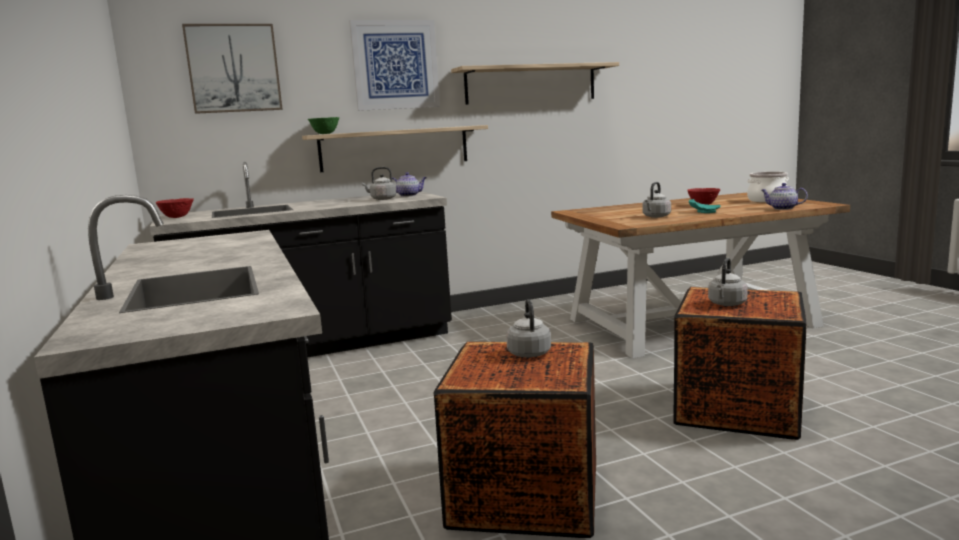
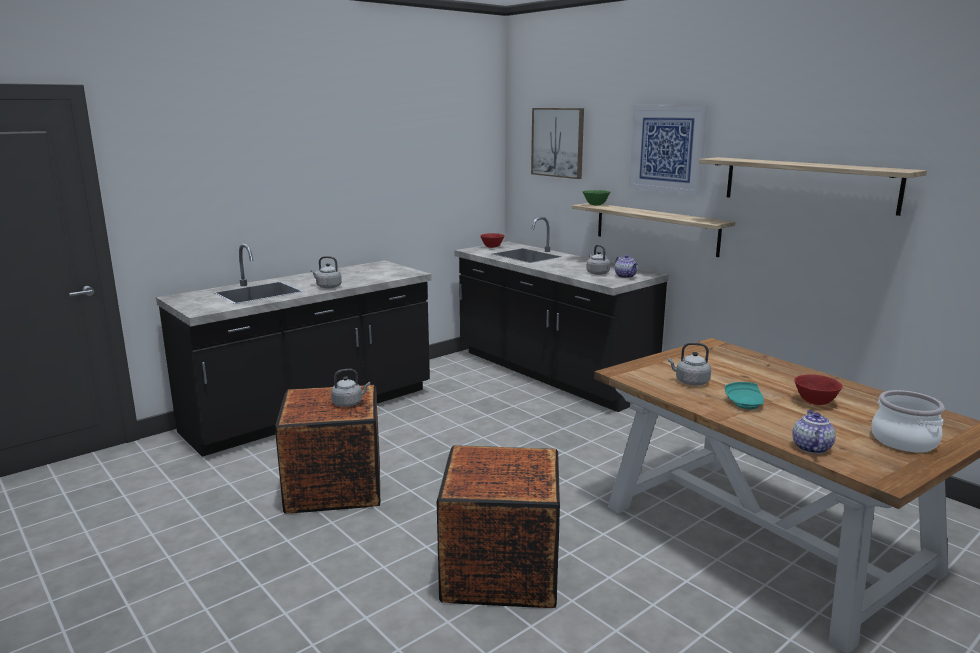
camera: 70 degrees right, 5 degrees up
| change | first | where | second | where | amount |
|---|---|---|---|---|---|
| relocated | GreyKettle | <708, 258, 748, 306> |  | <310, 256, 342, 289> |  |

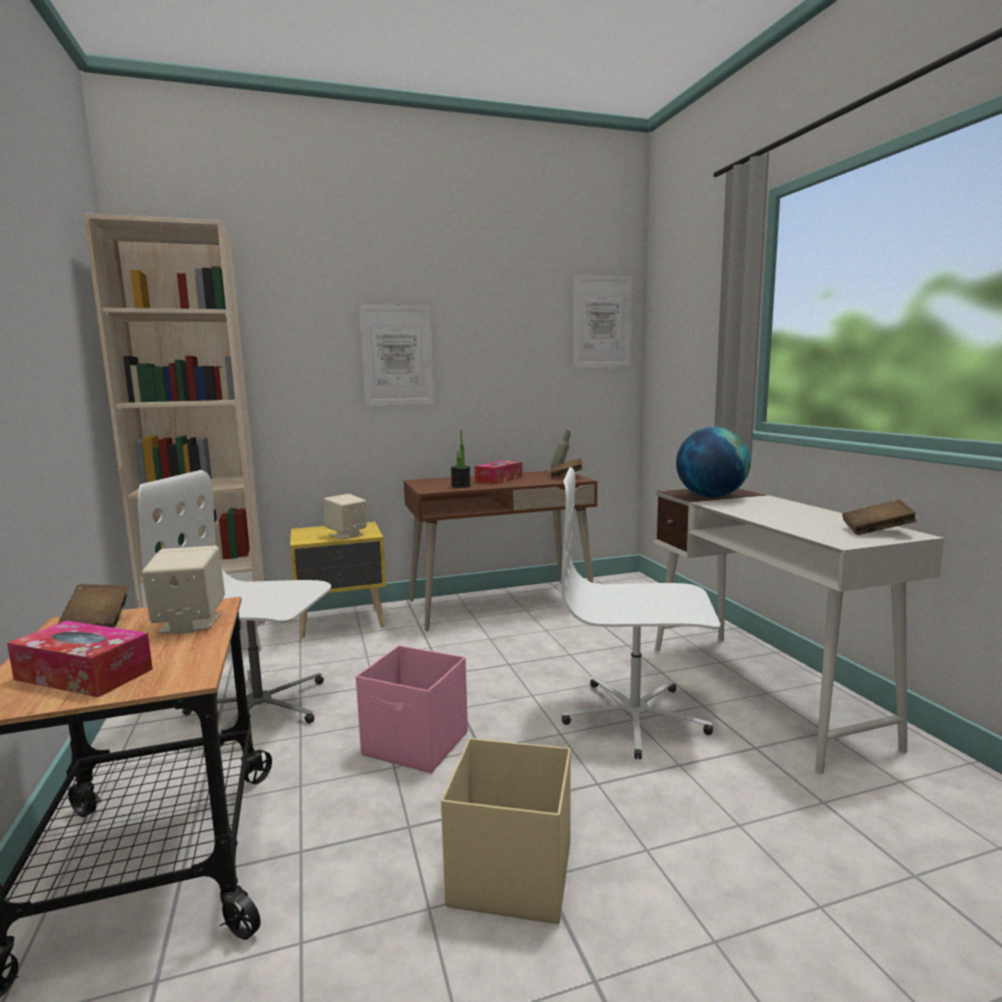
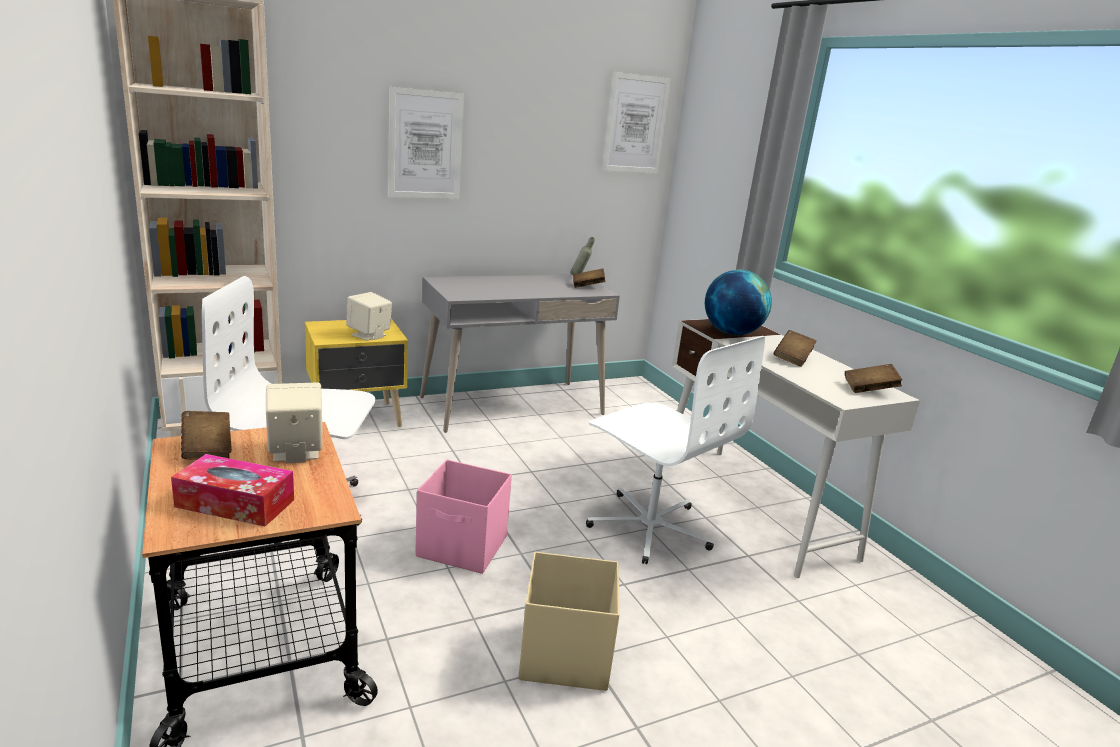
camera: 10 degrees left, 10 degrees up
| change | first | where | second | where | amount |
|---|---|---|---|---|---|
| missing | PottedPlant | <451, 430, 471, 488> |  |  |  |
| missing | TissueBox | <475, 460, 522, 484> |  |  |  |
| appeared |  |  | BrownBook | <774, 330, 817, 367> |  |
| colour | BrownDesk | <404, 471, 597, 631> | GreyDesk | <420, 274, 620, 433> |  |
| spun | WhiteOfficeChair | <561, 467, 720, 759> |  | <586, 336, 765, 564> | 135 degrees counterclockwise |

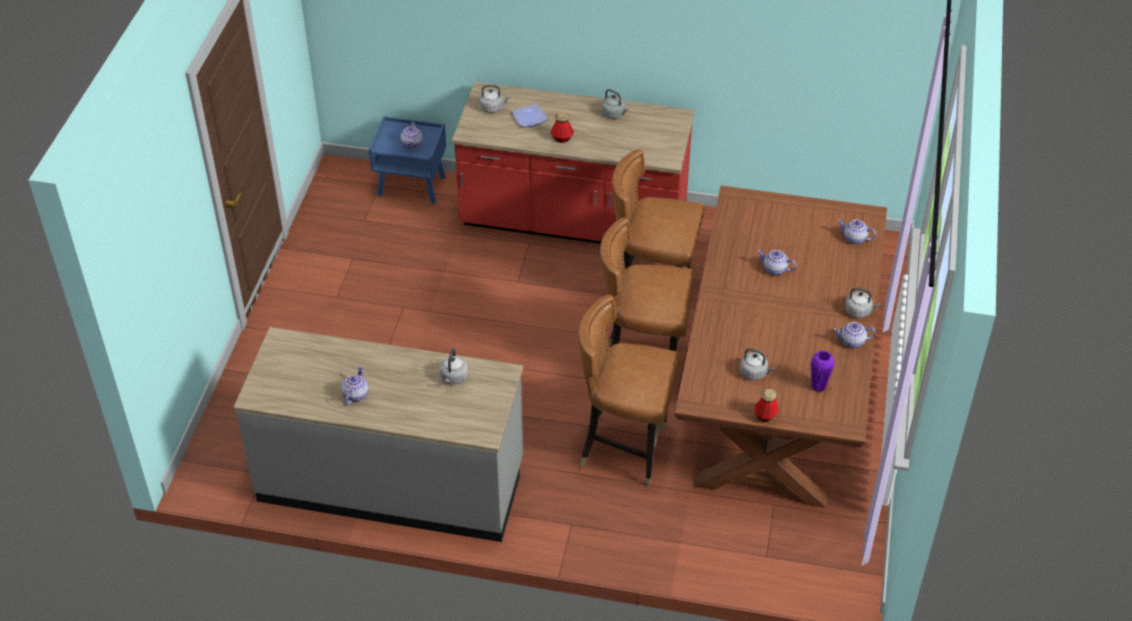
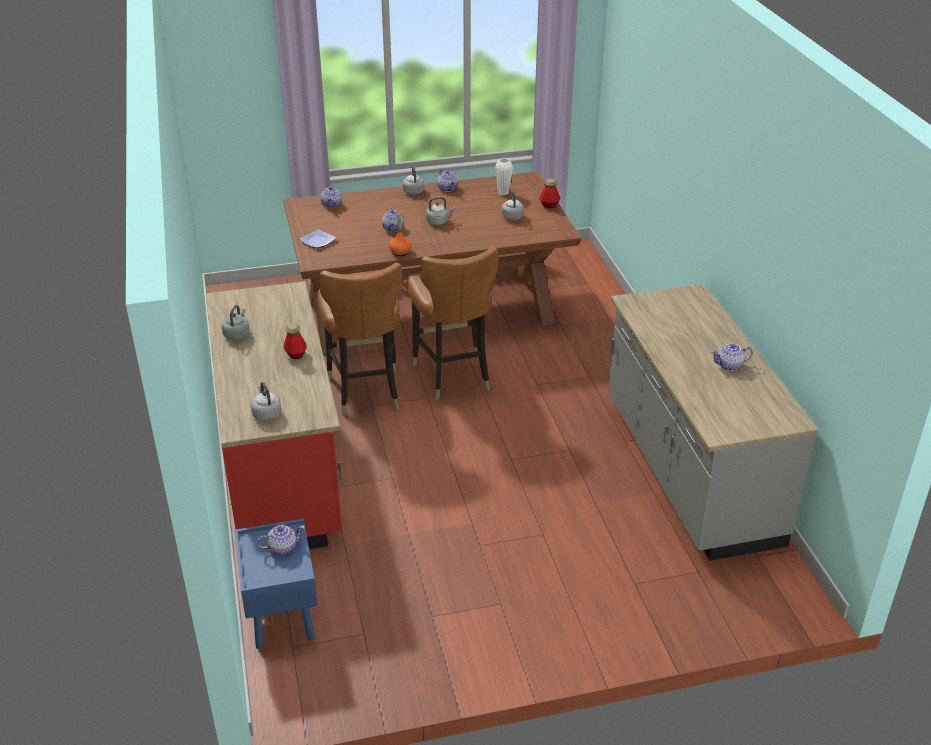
camera: 115 degrees left, 10 degrees down
| change | first | where | second | where | amount |
|---|---|---|---|---|---|
| missing | BrownChair | <578, 295, 681, 487> |  |  |  |
| appeared |  |  | OrangeBottle | <389, 212, 412, 256> |  |
| relocated | GreyKettle | <440, 348, 468, 384> |  | <426, 197, 455, 225> |  |
| relocated | Plate | <512, 104, 548, 127> |  | <299, 229, 336, 248> |  |
| colour | PurpleVase | <811, 350, 834, 392> | WhiteVase | <495, 158, 513, 196> |  |

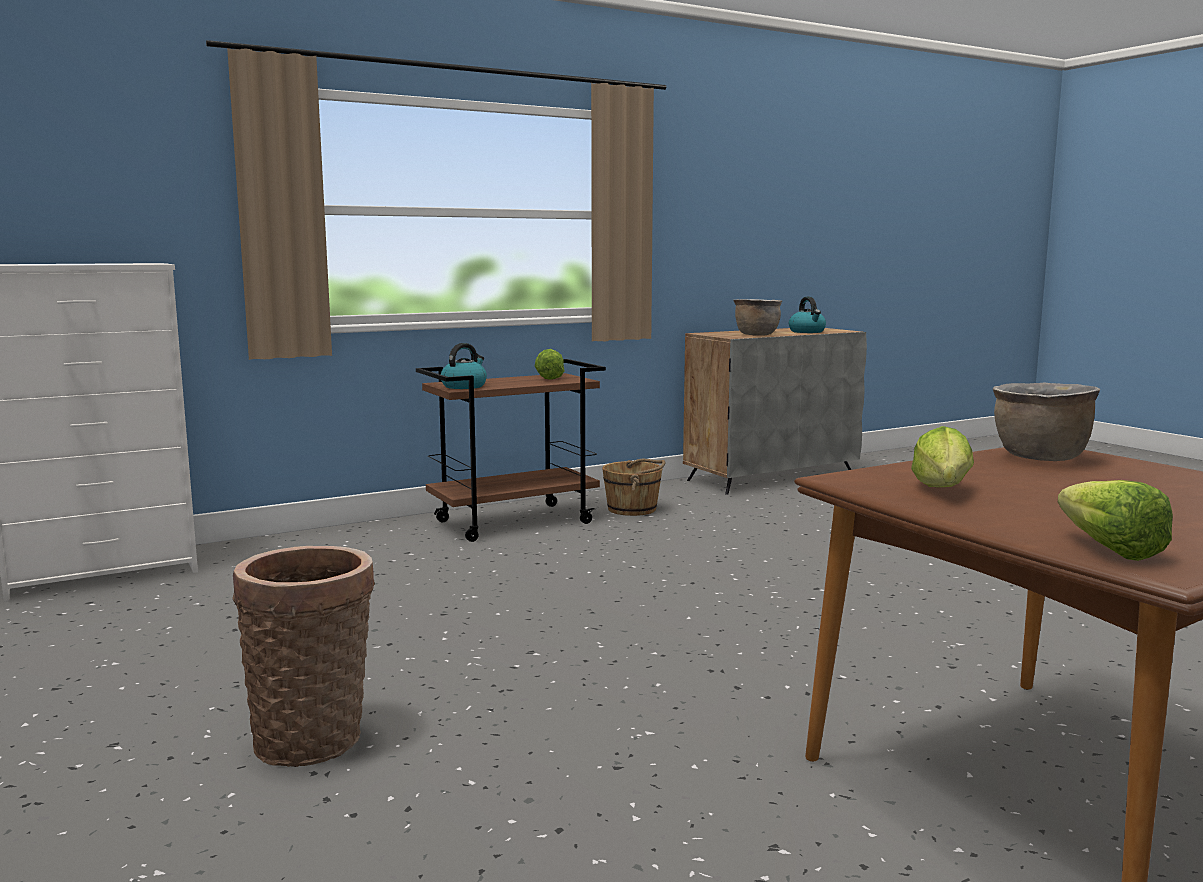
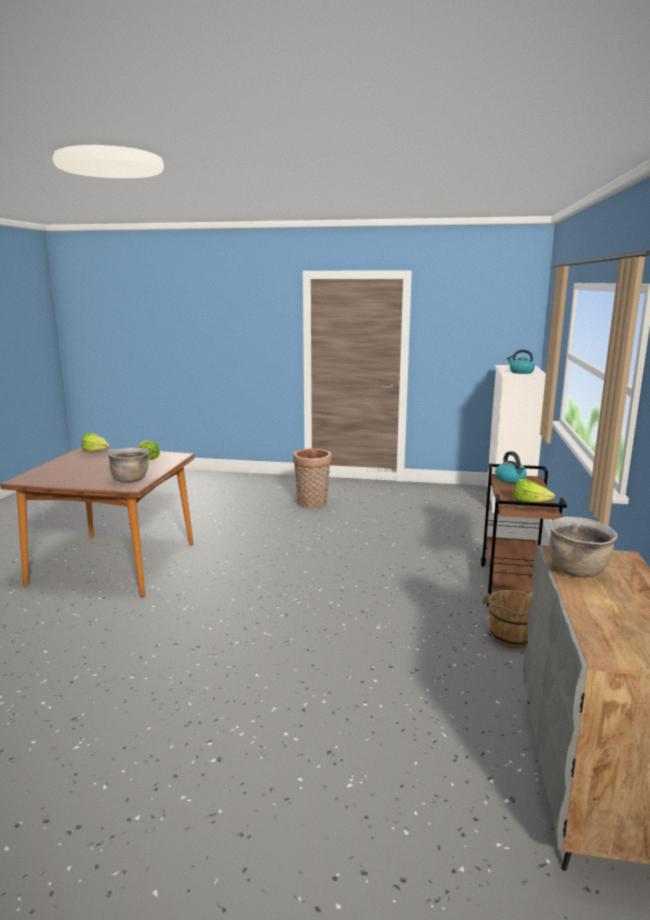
camera: 130 degrees right, 5 degrees up
| change | first | where | second | where | amount |
|---|---|---|---|---|---|
| relocated | Kettle | <789, 297, 826, 333> |  | <507, 350, 535, 374> |  |

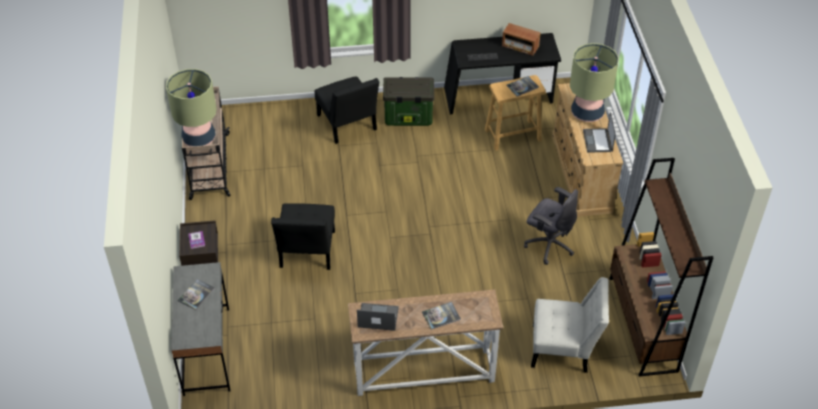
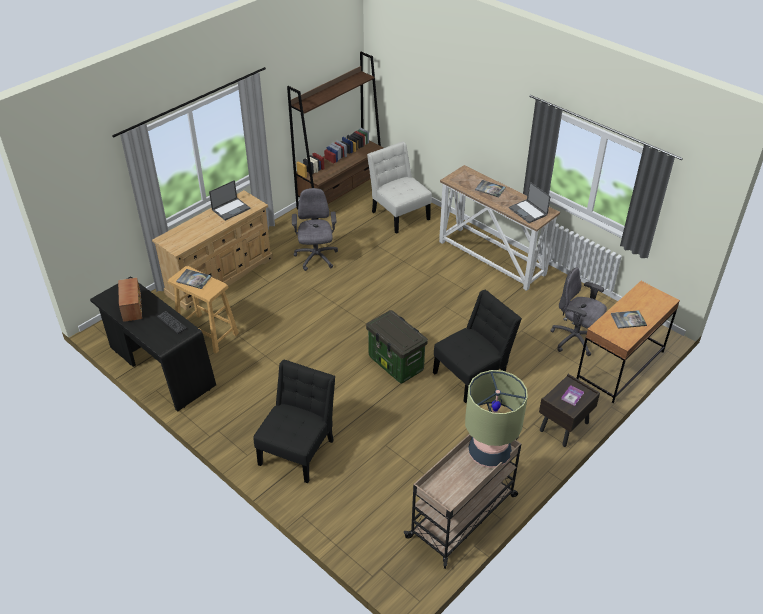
camera: 130 degrees left, 5 degrees down
| change | first | where | second | where | amount |
|---|---|---|---|---|---|
| missing | TableLamp | <570, 43, 619, 122> |  |  |  |
| appeared |  |  | GreyOfficeChair | <550, 268, 607, 356> |  |
| relocated | StorageBox | <383, 77, 434, 126> |  | <366, 310, 428, 383> |  |
| colour | GreyDesk | <171, 262, 230, 396> | BrownDesk | <577, 281, 680, 403> |  |

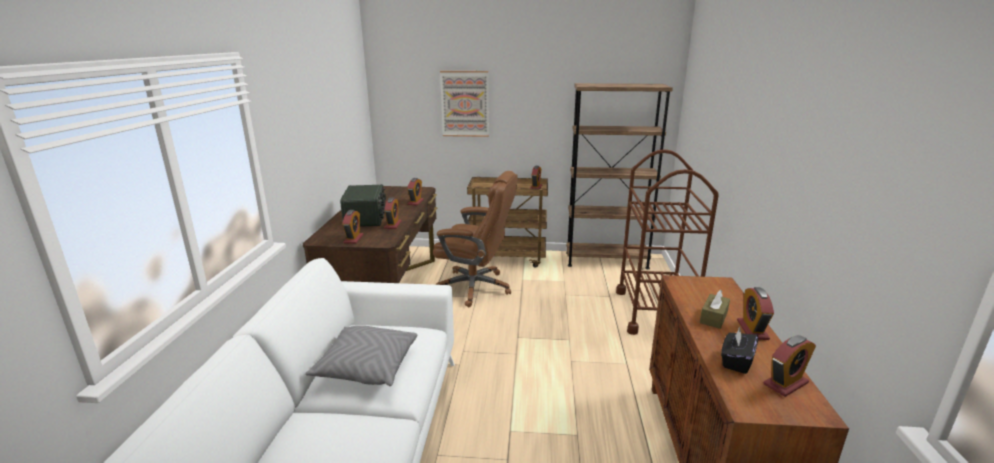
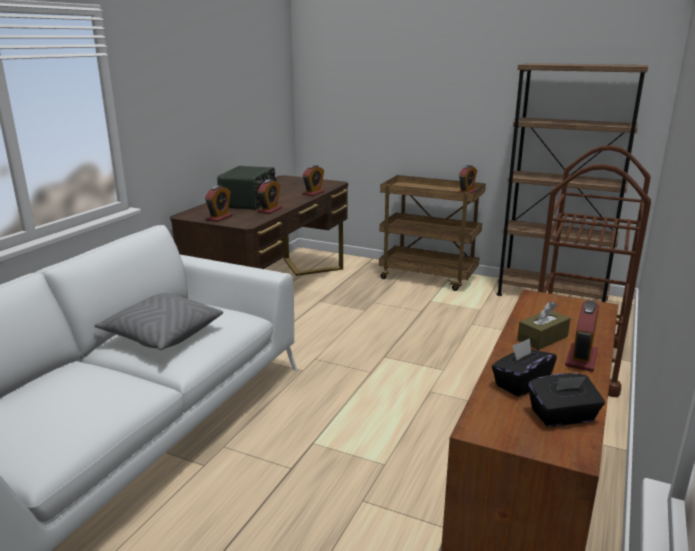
camera: 20 degrees right, 0 degrees up
| change | first | where | second | where | amount |
|---|---|---|---|---|---|
| missing | BrownOfficeChair | <433, 171, 518, 307> |  |  |  |
| missing | Picture | <440, 71, 489, 137> |  |  |  |
| exchanged | AlarmClock | <764, 335, 816, 397> | BlackTissueBox | <528, 373, 605, 427> |  |

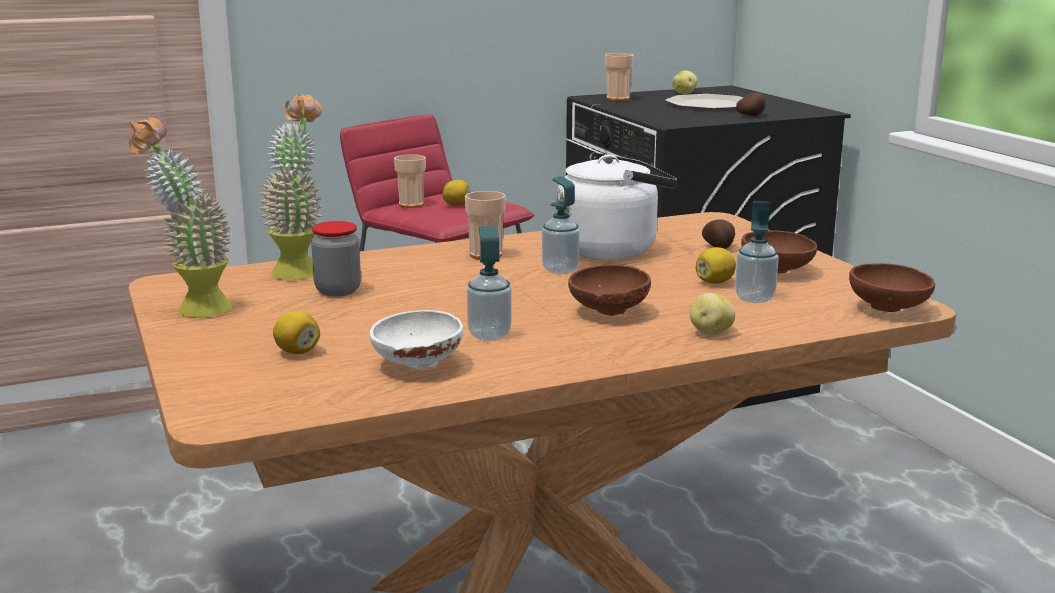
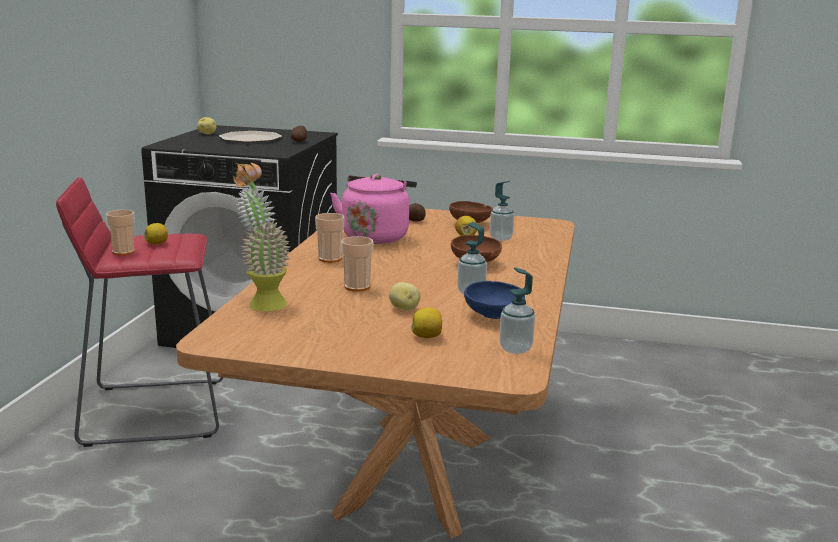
camera: 55 degrees left, 0 degrees up
| change | first | where | second | where | amount |
|---|---|---|---|---|---|
| missing | PottedPlant | <129, 117, 232, 318> |  |  |  |
| missing | Jar | <311, 221, 361, 296> |  |  |  |
| missing | BrownBowl | <849, 263, 935, 312> |  |  |  |
| relocated | SoapDispenser | <542, 176, 580, 274> |  | <499, 267, 535, 354> |  |
| relocated | Cup | <605, 53, 634, 101> |  | <341, 236, 373, 292> |  |
| relocated | Potato | <690, 293, 735, 335> |  | <389, 282, 420, 311> |  |
| colour | WhiteBowl | <369, 310, 463, 370> | BlueBowl | <464, 281, 525, 319> |  |
| colour | WhiteKettle | <557, 152, 677, 260> | PinkKettle | <330, 174, 417, 244> |  |

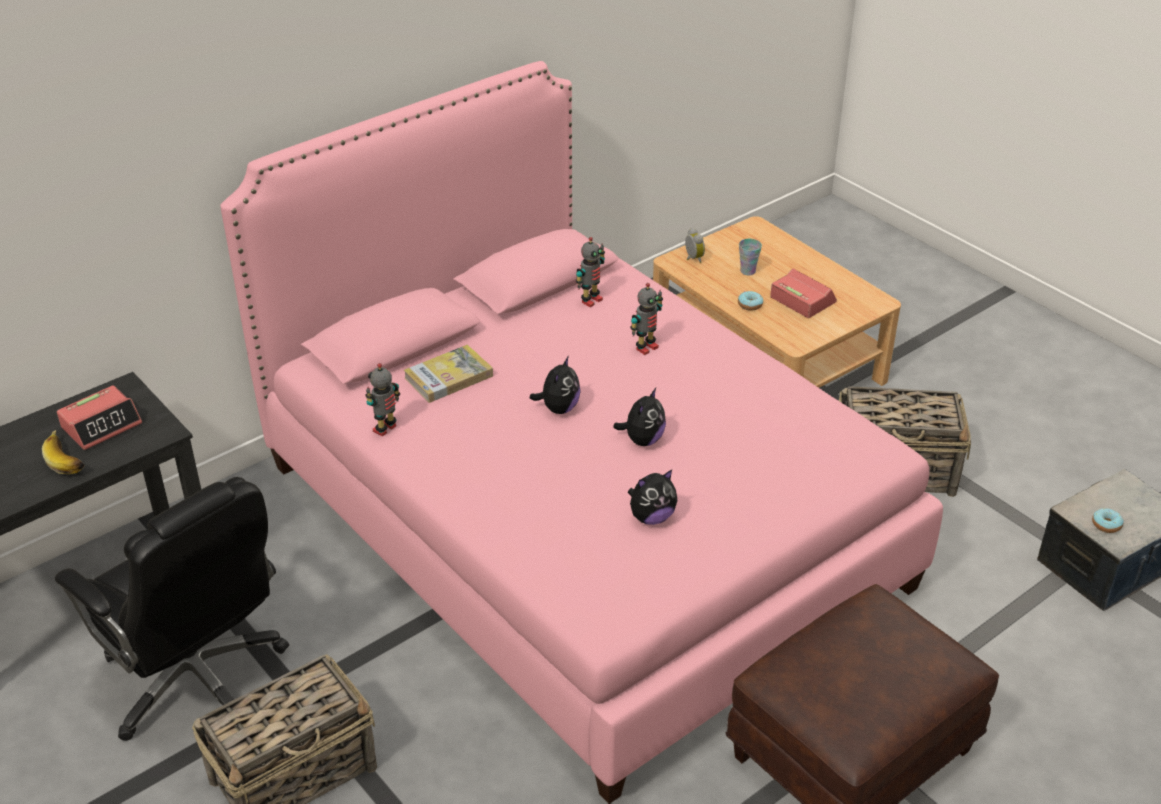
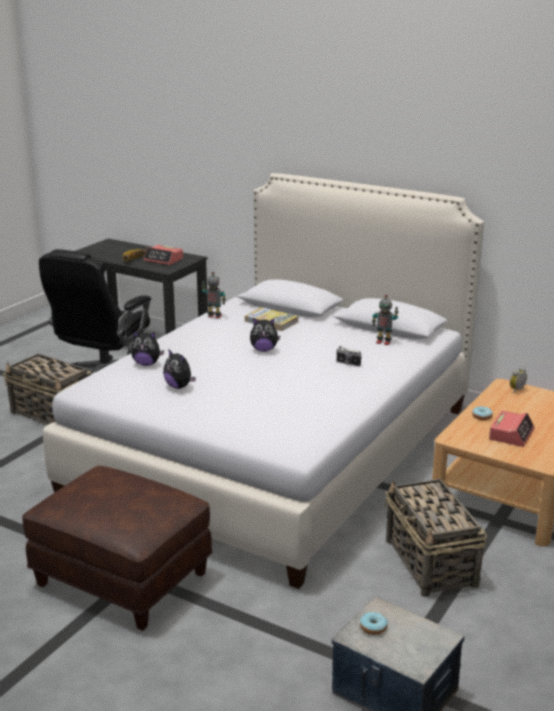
camera: 70 degrees right, 15 degrees down
| change | first | where | second | where | amount |
|---|---|---|---|---|---|
| missing | Cup | <739, 239, 762, 275> |  |  |  |
| relocated | PlushToy | <613, 388, 666, 446> |  | <131, 331, 164, 366> |  |
| exchanged | ToyRobot | <630, 283, 663, 355> | PhotoCamera | <336, 346, 362, 367> |  |
| colour | PinkBed | <220, 61, 943, 804> | WhiteBed | <43, 173, 484, 589> |  |

